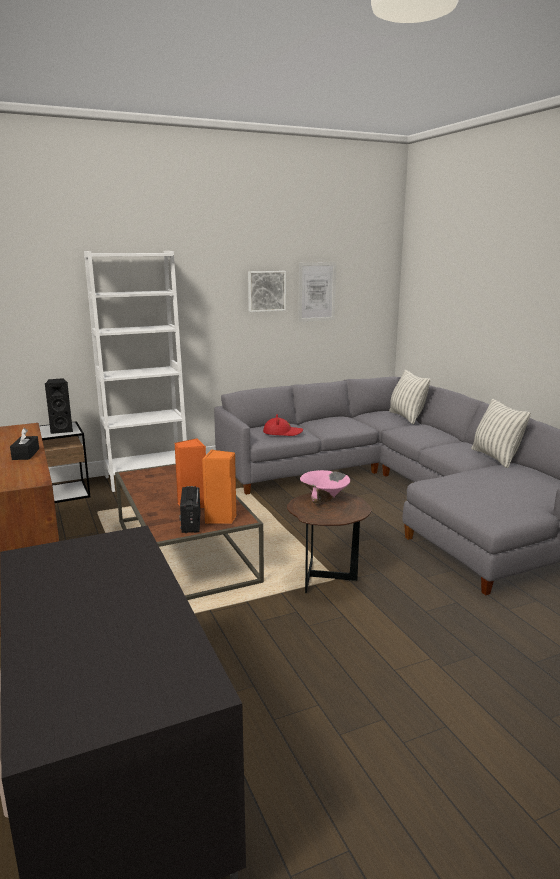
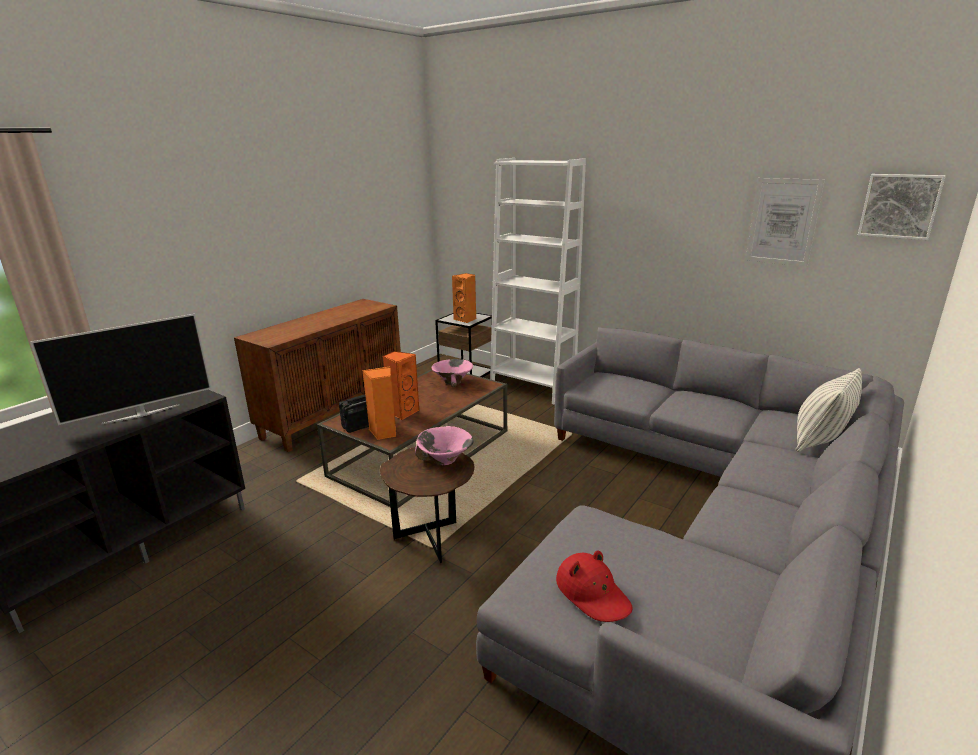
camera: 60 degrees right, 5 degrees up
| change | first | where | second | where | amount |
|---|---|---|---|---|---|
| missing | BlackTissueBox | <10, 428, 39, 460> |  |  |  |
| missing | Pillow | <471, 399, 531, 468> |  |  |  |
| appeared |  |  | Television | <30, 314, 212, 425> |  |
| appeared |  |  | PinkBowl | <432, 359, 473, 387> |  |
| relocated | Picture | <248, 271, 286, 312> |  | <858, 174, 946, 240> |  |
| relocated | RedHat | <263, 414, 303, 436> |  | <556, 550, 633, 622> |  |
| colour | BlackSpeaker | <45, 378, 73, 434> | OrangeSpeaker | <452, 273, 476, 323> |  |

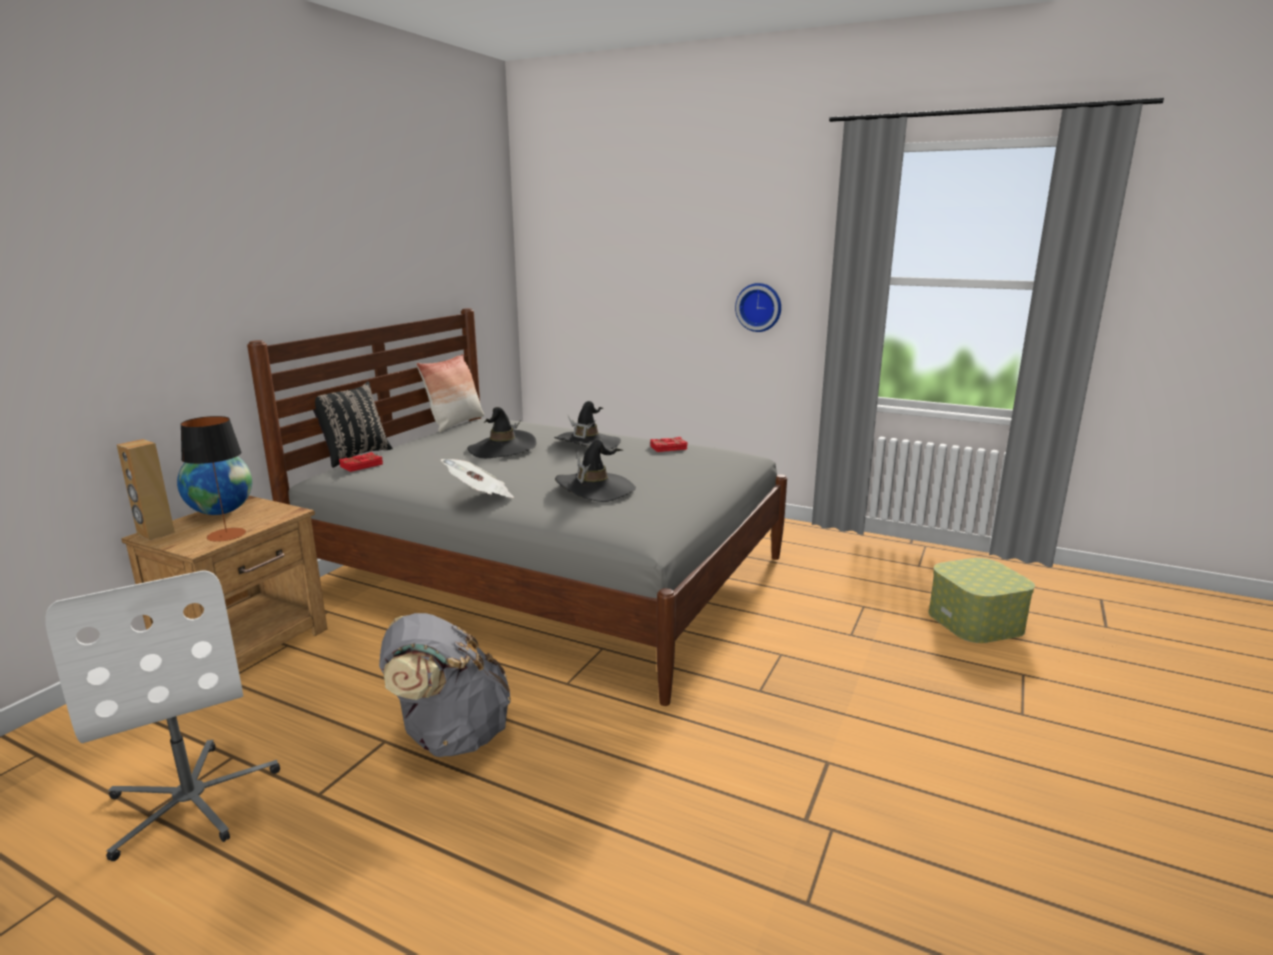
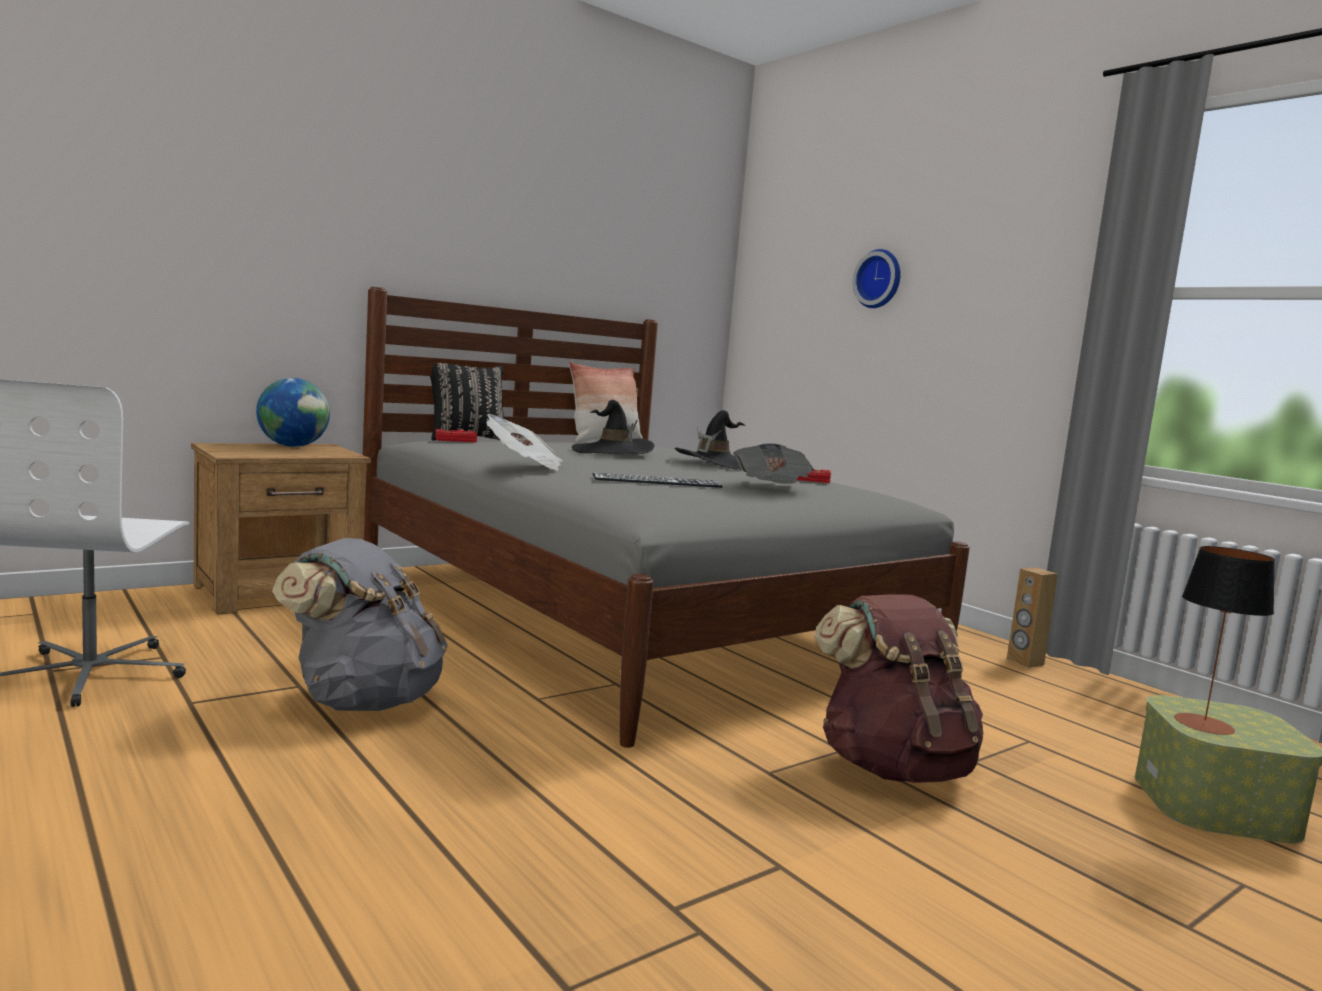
camera: 25 degrees right, 10 degrees down
| change | first | where | second | where | amount |
|---|---|---|---|---|---|
| appeared |  |  | Newspaper | <733, 444, 814, 484> |  |
| appeared |  |  | BrownBackpack | <815, 595, 983, 783> |  |
| relocated | BrownSpeaker | <117, 439, 175, 540> |  | <1007, 567, 1058, 668> |  |
| relocated | TableLamp | <180, 416, 246, 542> |  | <1174, 546, 1275, 735> |  |
| relocated | WallClock | <735, 283, 781, 332> |  | <852, 249, 901, 308> |  |
| exchanged | BlackHat | <555, 439, 636, 502> | Keyboard | <593, 473, 723, 488> |  |

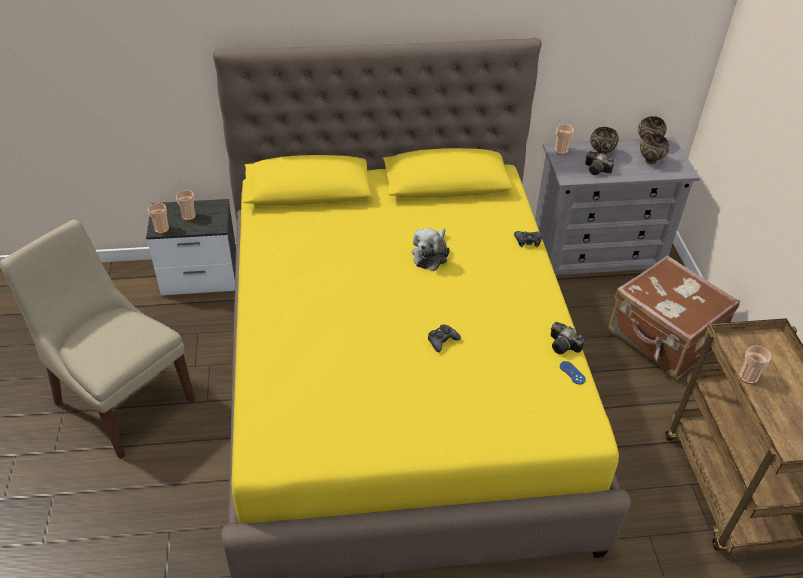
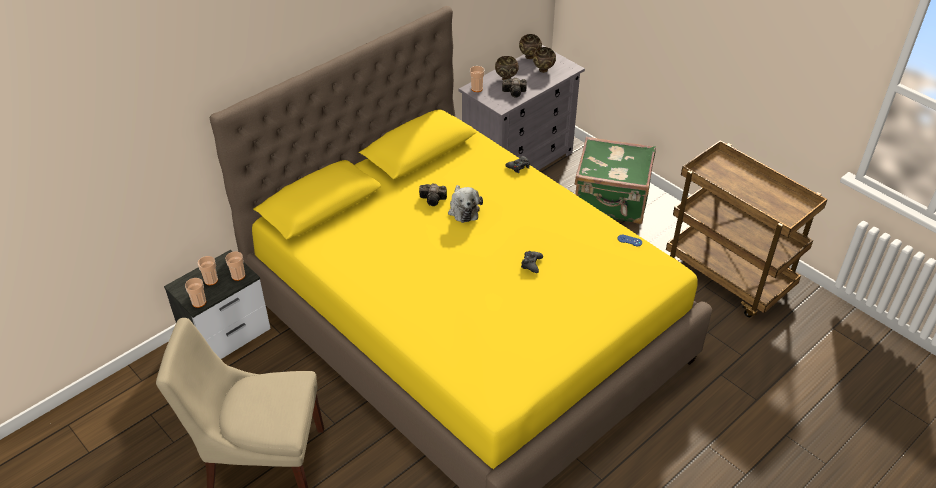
camera: 35 degrees left, 0 degrees up
| change | first | where | second | where | amount |
|---|---|---|---|---|---|
| relocated | PhotoCamera | <551, 322, 584, 354> |  | <419, 183, 447, 206> |  |
| relocated | Cup | <739, 346, 771, 384> |  | <225, 251, 245, 281> |  |
| colour | BrownSuitcase | <608, 255, 740, 379> | GreenSuitcase | <575, 137, 656, 224> |  |

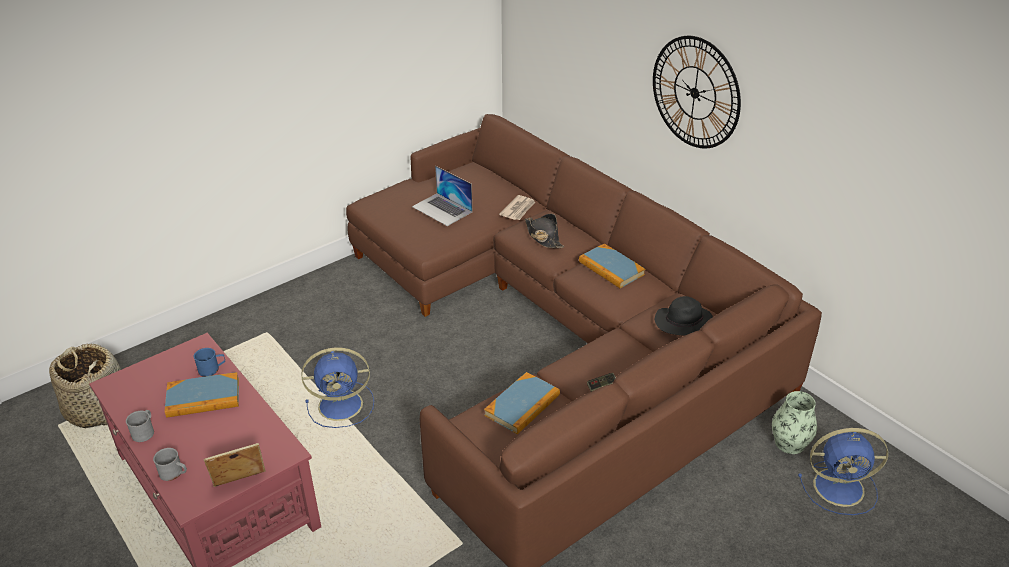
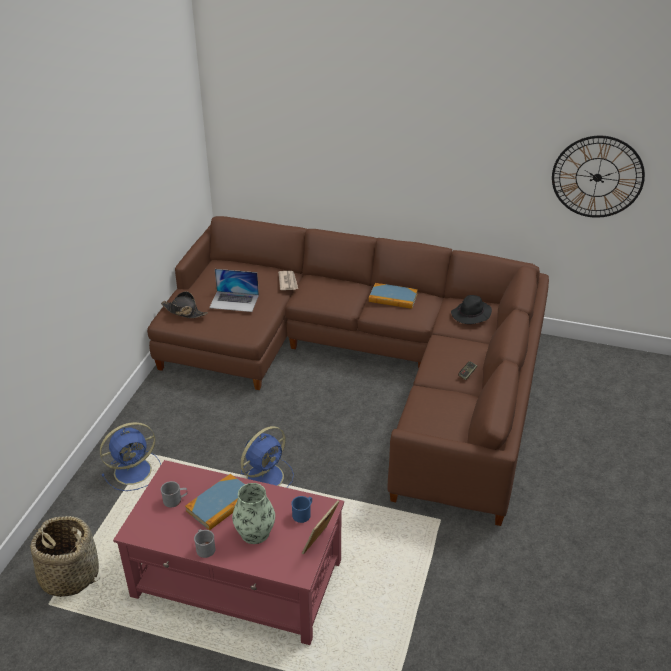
camera: 35 degrees left, 0 degrees up
| change | first | where | second | where | amount |
|---|---|---|---|---|---|
| missing | Book | <484, 372, 560, 435> |  |  |  |
| relocated | GreyMug | <153, 448, 187, 481> |  | <161, 481, 187, 508> |  |
| relocated | BlueMug | <194, 348, 225, 377> |  | <291, 496, 312, 523> |  |
| relocated | BlackHat | <525, 214, 564, 248> |  | <161, 291, 208, 318> |  |
| relocated | WallClock | <653, 36, 741, 149> |  | <552, 136, 645, 218> |  |
| relocated | Vase | <772, 391, 817, 454> |  | <232, 483, 275, 544> |  |
| relocated | BlueFan | <798, 428, 888, 515> |  | <100, 422, 161, 491> |  |

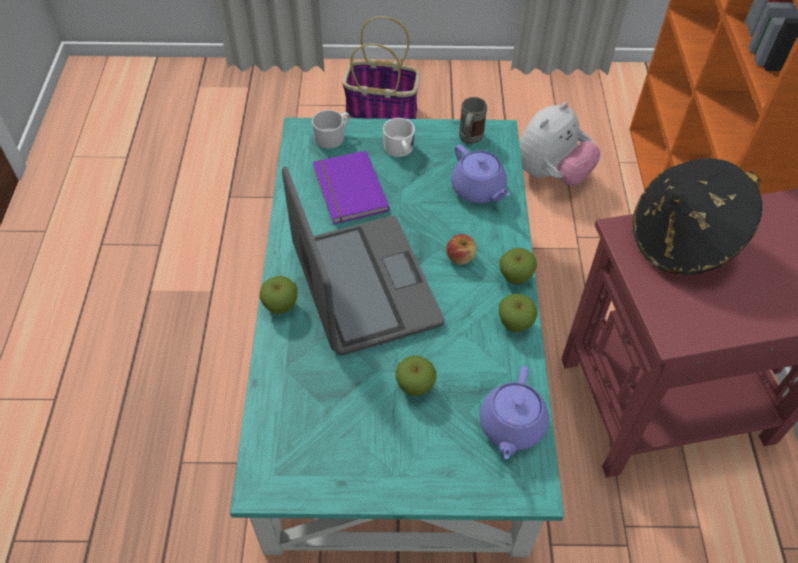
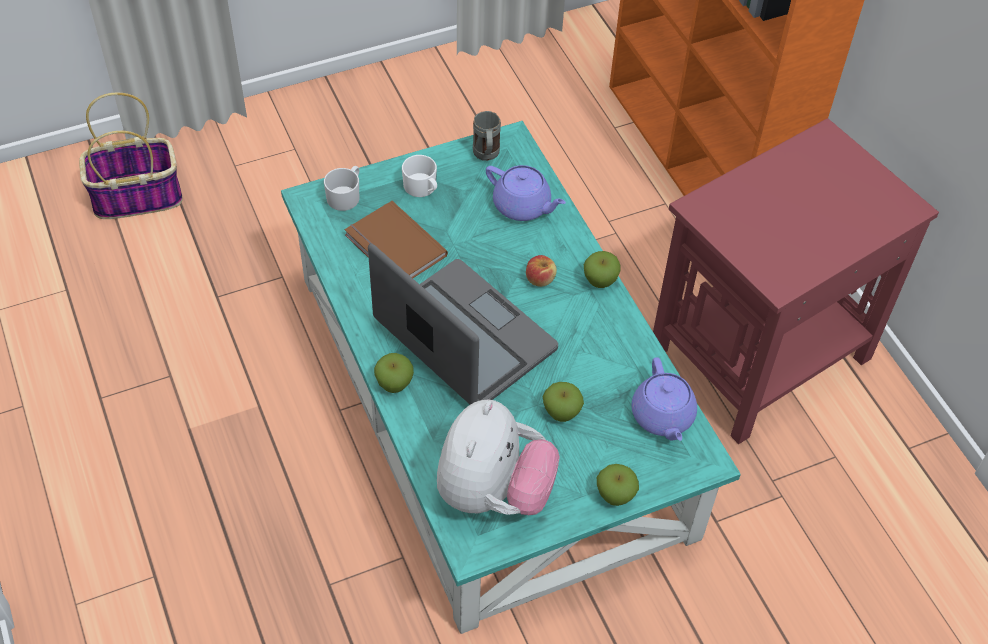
camera: 25 degrees left, 0 degrees up
| change | first | where | second | where | amount |
|---|---|---|---|---|---|
| missing | BlackHat | <632, 158, 762, 275> |  |  |  |
| relocated | Basket | <342, 16, 420, 119> |  | <79, 92, 183, 219> |  |
| relocated | Apple | <499, 293, 537, 333> |  | <597, 464, 639, 506> |  |
| relocated | PlushToy | <519, 102, 600, 186> |  | <437, 400, 560, 515> |  |
| colour | PurpleBook | <313, 151, 390, 224> | BrownBook | <344, 201, 448, 278> |  |

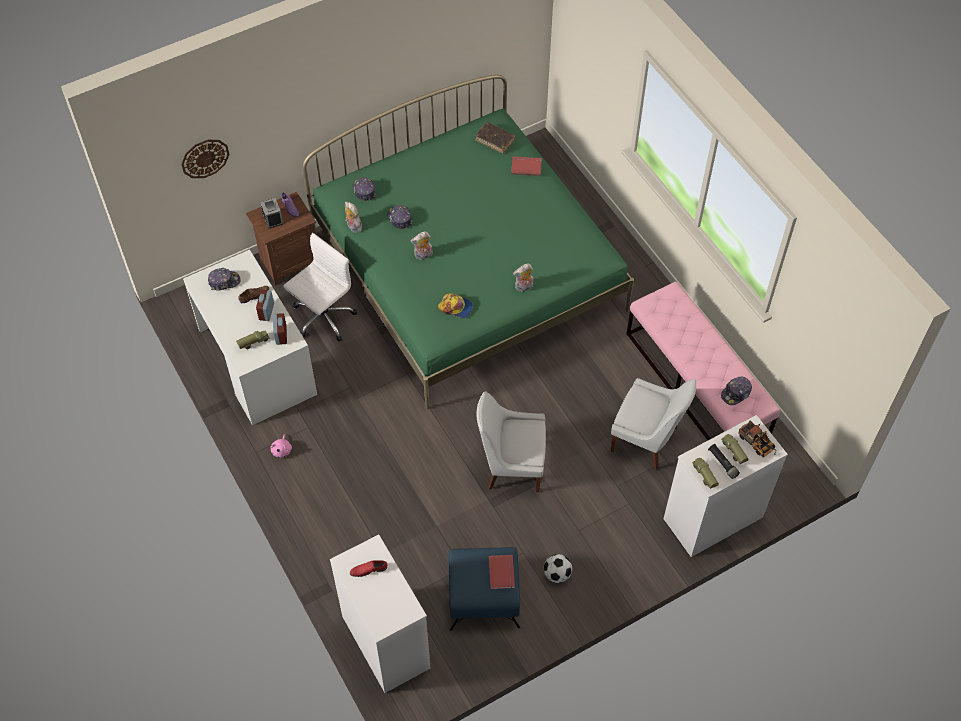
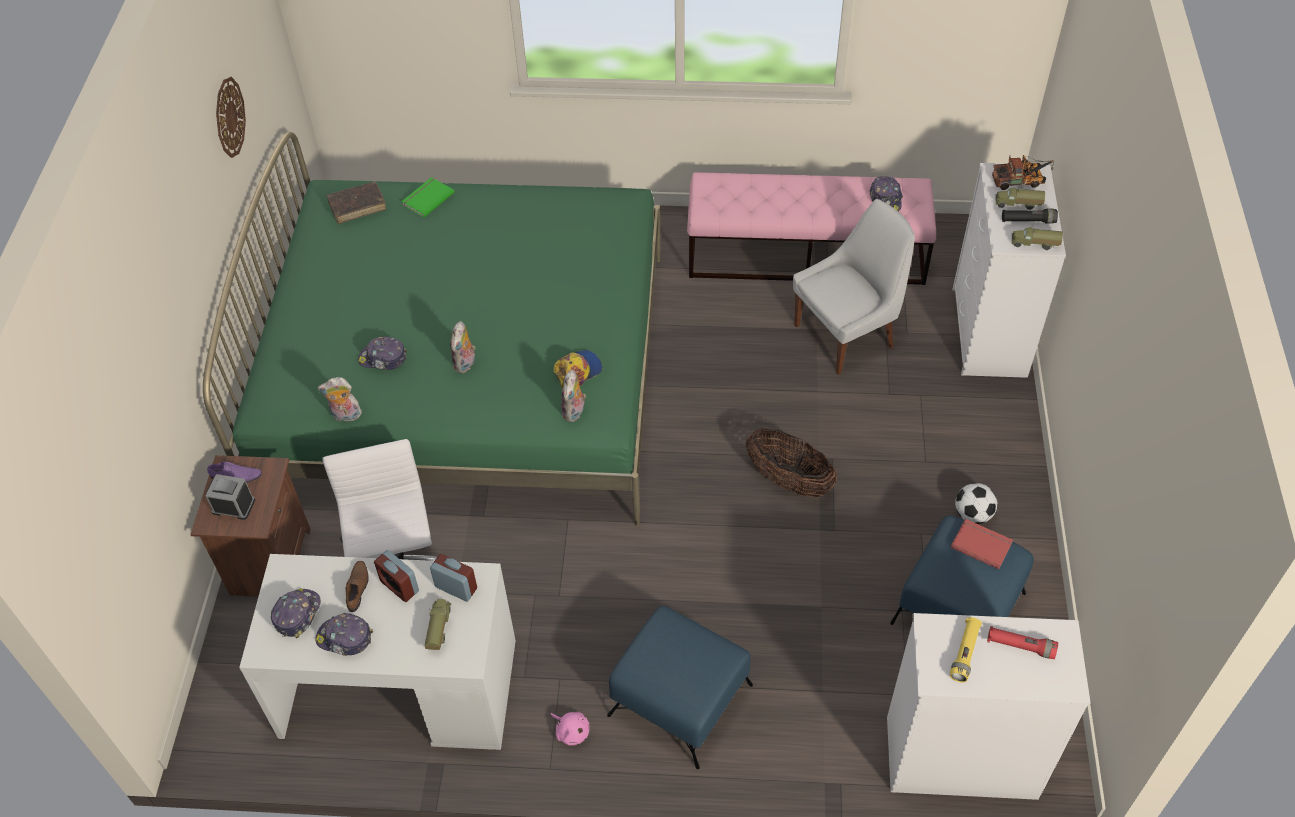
camera: 55 degrees left, 5 degrees down
| change | first | where | second | where | amount |
|---|---|---|---|---|---|
| appeared |  |  | BlueOttoman | <607, 606, 753, 769> |  |
| appeared |  |  | RedFlashlight | <987, 626, 1058, 659> |  |
| relocated | WallClock | <181, 140, 230, 178> |  | <216, 77, 246, 158> |  |
| relocated | Cap | <353, 177, 376, 201> |  | <315, 613, 373, 656> |  |
| relocated | PlushToy | <513, 264, 533, 292> |  | <561, 370, 586, 422> |  |
| exchanged | RedShoe | <350, 560, 387, 577> | YellowFlashlight | <950, 617, 982, 683> |  |
| exchanged | WhiteChair | <476, 391, 546, 492> | Basket | <746, 428, 837, 498> |  |
| colour | RedBook | <511, 157, 542, 176> | GreenBook | <401, 177, 454, 217> |  |

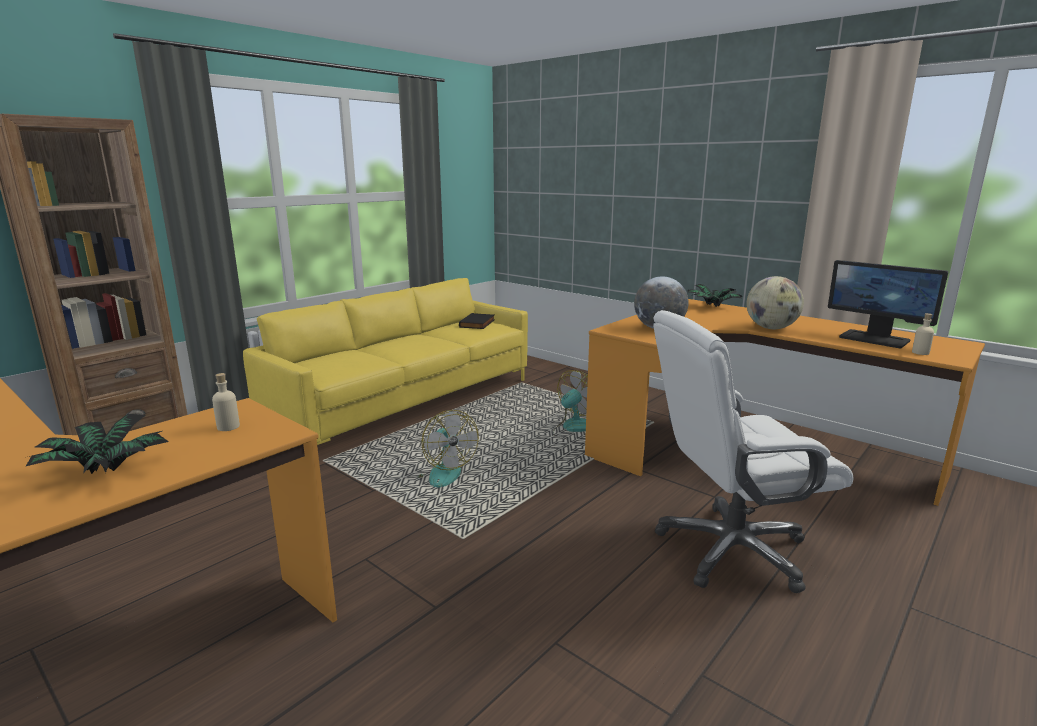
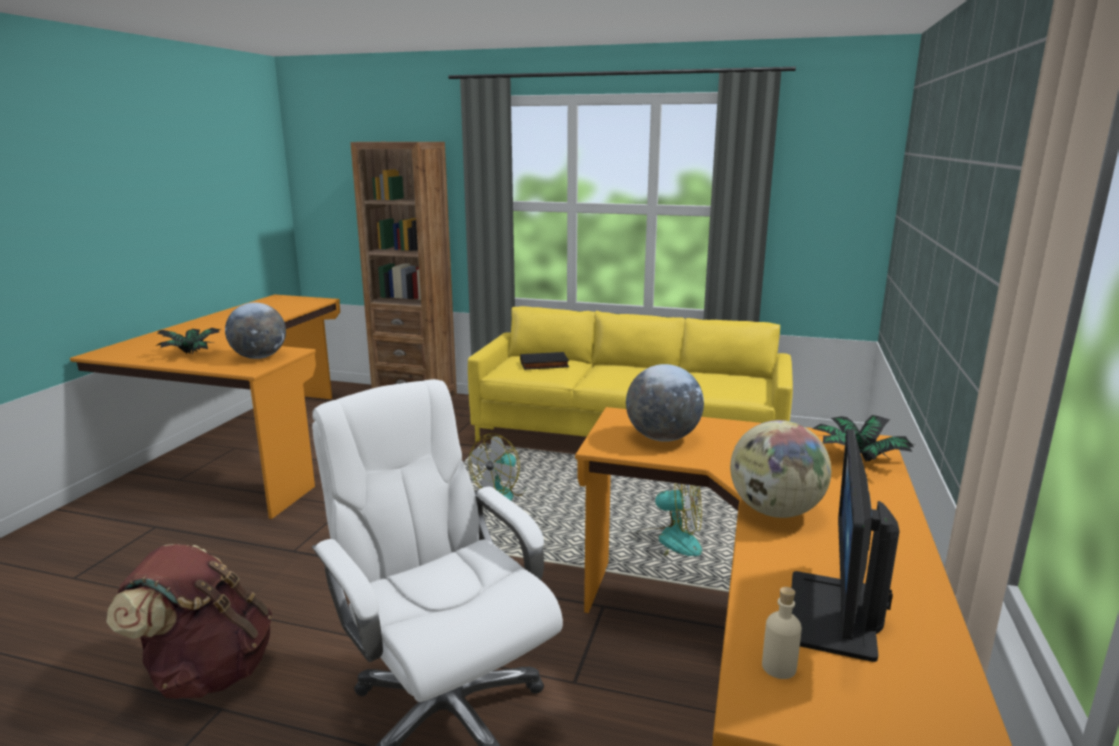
camera: 65 degrees right, 0 degrees up
| change | first | where | second | where | amount |
|---|---|---|---|---|---|
| appeared |  |  | BrownBackpack | <106, 544, 272, 699> |  |
| relocated | BlackBook | <459, 313, 495, 329> |  | <520, 352, 569, 370> |  |
| exchanged | BeigeBottle | <212, 373, 240, 431> | Globe | <225, 303, 286, 359> |  |

